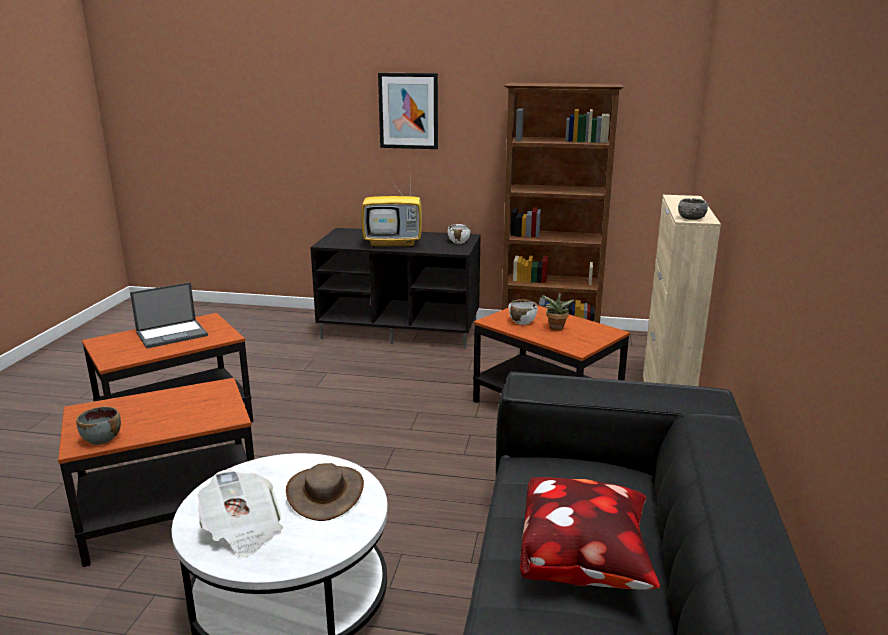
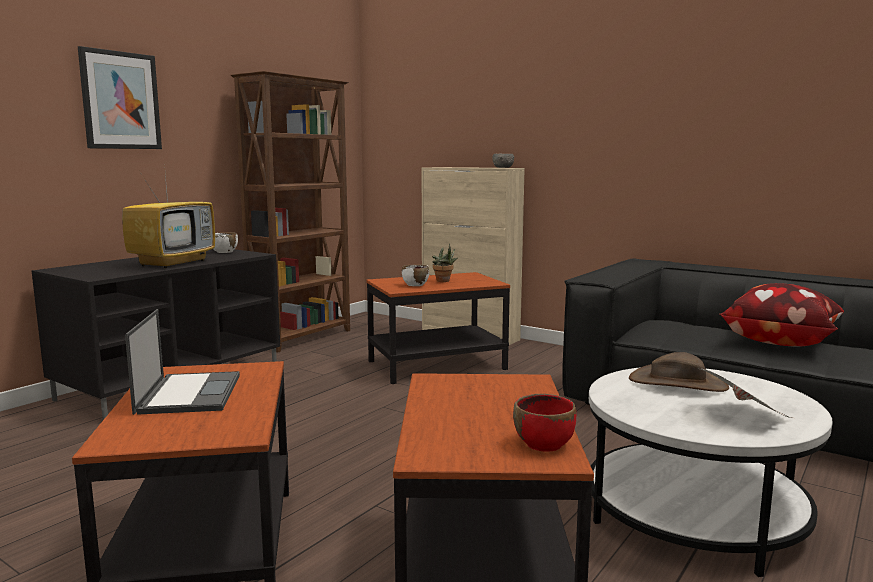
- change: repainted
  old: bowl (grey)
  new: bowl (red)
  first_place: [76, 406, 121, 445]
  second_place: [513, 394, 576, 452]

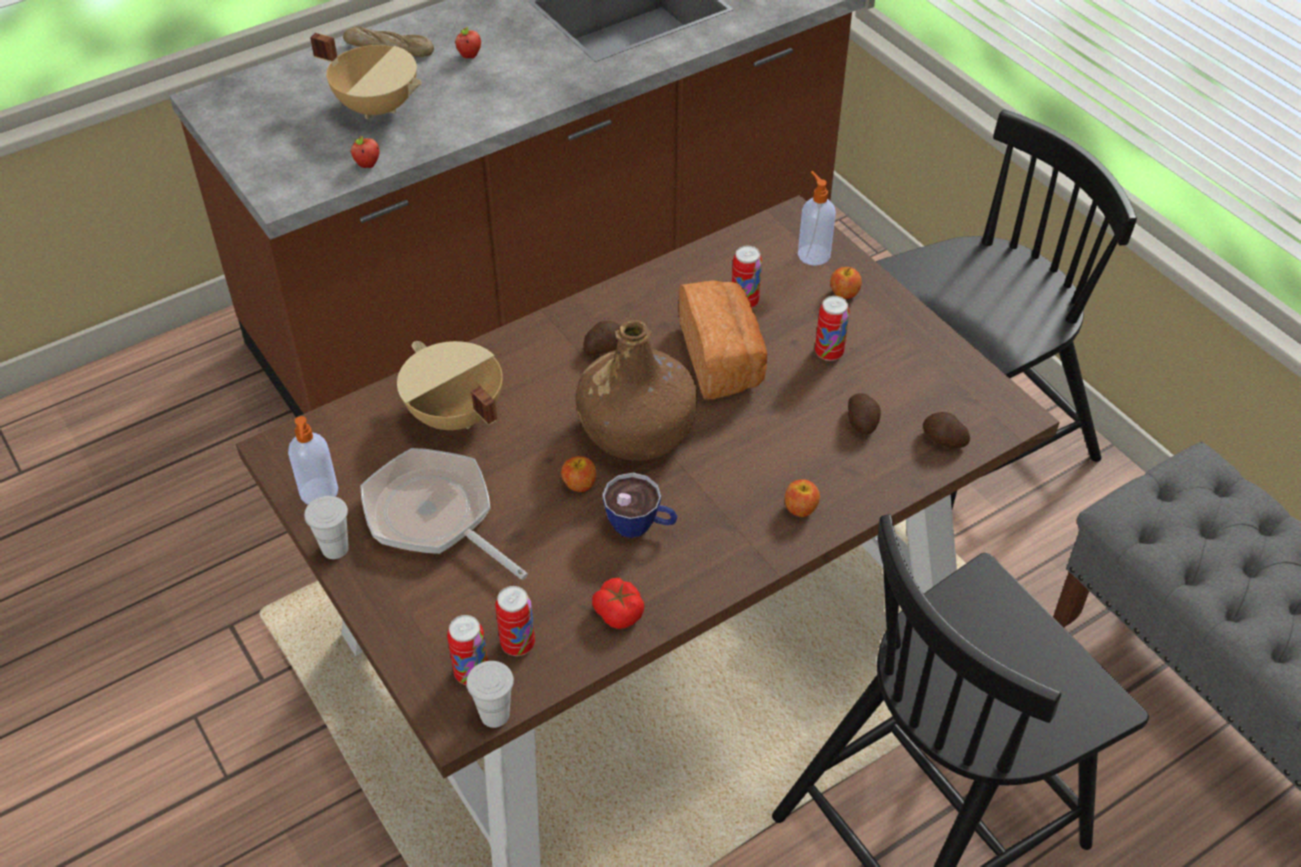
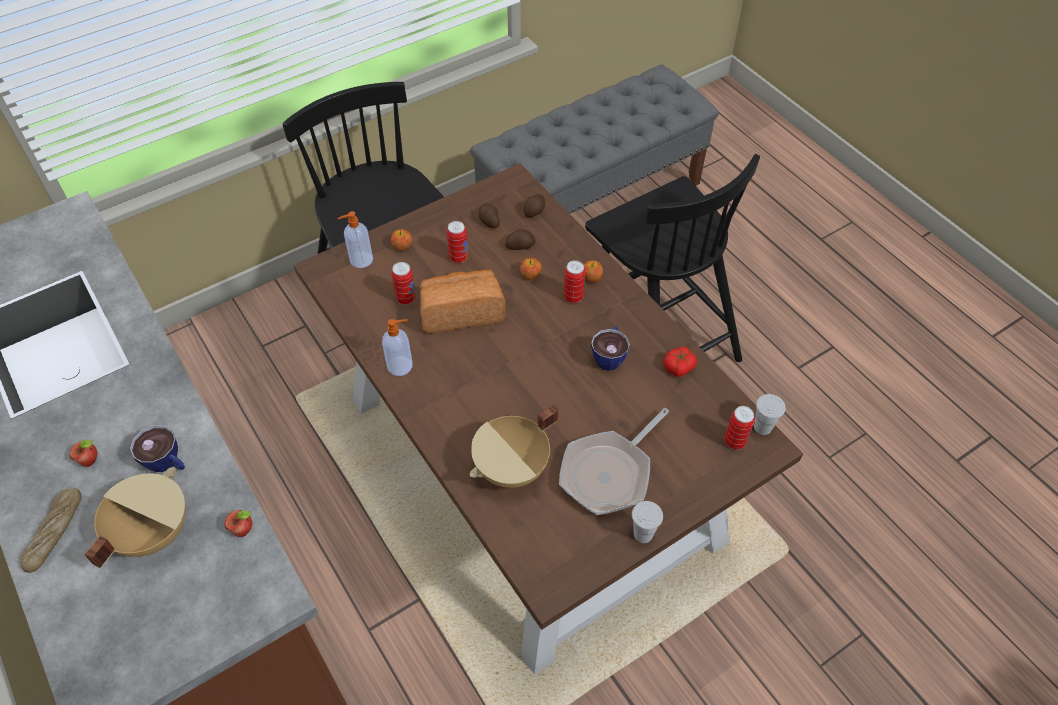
- change: shifted
  old: soap dispenser
  first_place: [288, 416, 338, 505]
  second_place: [382, 319, 413, 376]
- change: shifted
  old: can
  first_place: [495, 586, 535, 656]
  second_place: [564, 260, 585, 303]
- change: shifted
  old: apple
  first_place: [561, 456, 596, 492]
  second_place: [520, 258, 542, 280]
- change: gone
  old: bottle (brown)
  first_place: [575, 320, 697, 461]
- change: shifted
  old: potato
  first_place: [583, 321, 620, 355]
  second_place: [479, 203, 500, 228]
- change: new
  new: cup
  second_place: [130, 425, 185, 472]

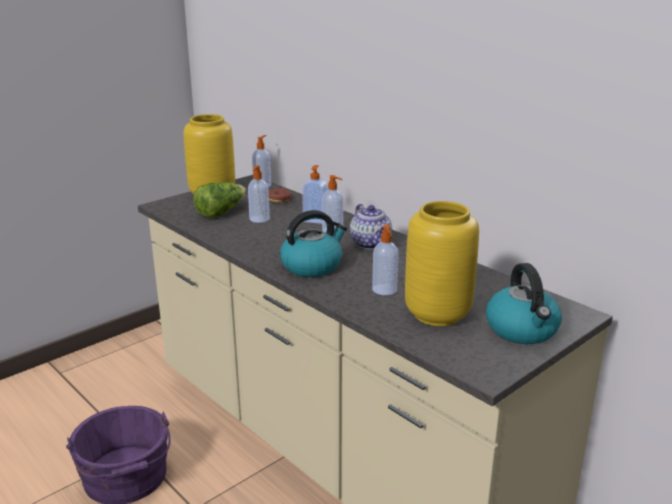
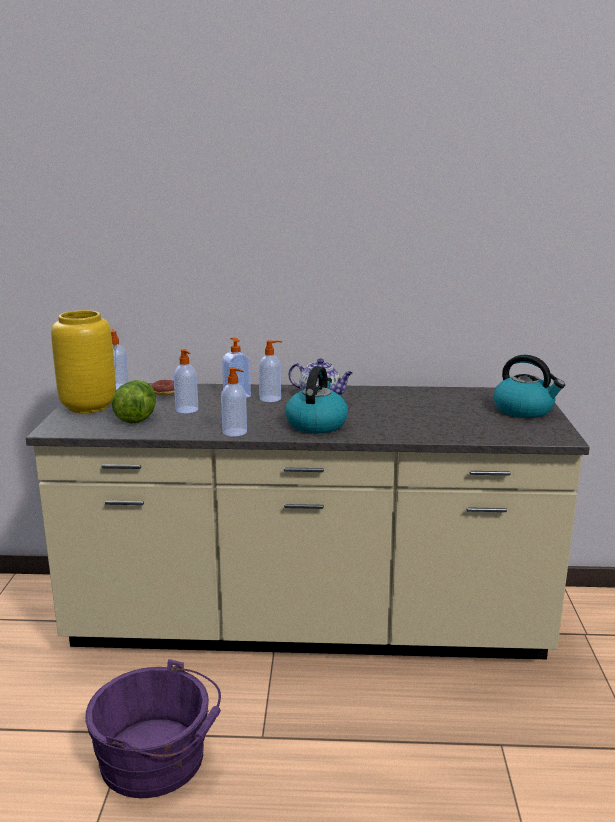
- change: shifted
  old: soap dispenser
  first_place: [372, 225, 399, 295]
  second_place: [221, 367, 247, 437]
- change: gone
  old: vase (yellow)
  first_place: [405, 201, 479, 326]

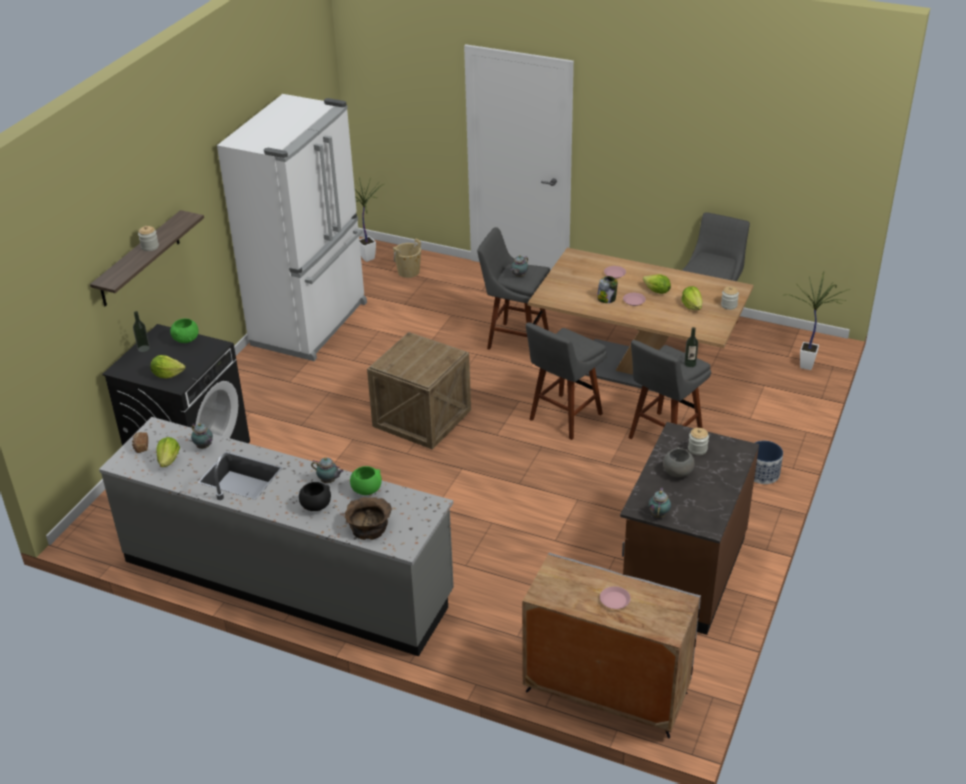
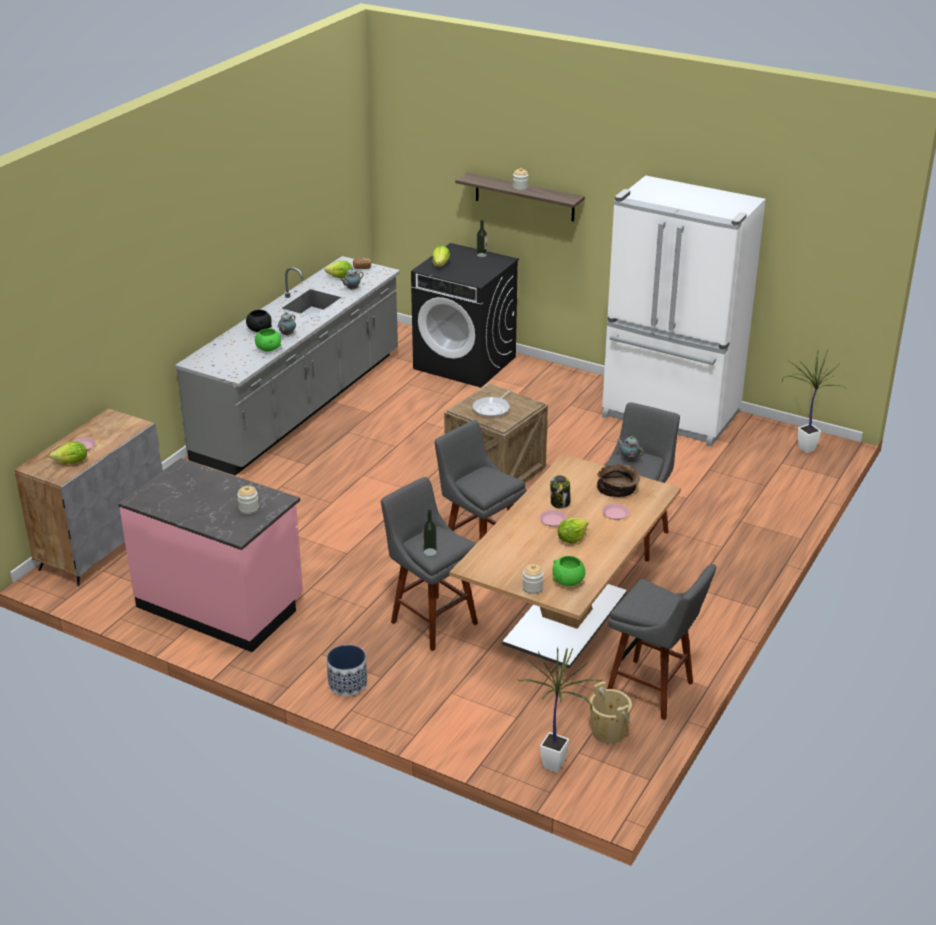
- change: shifted
  old: bowl (green)
  first_place: [170, 319, 199, 343]
  second_place: [552, 556, 586, 587]
- change: shifted
  old: bowl (brown)
  first_place: [344, 497, 392, 540]
  second_place: [597, 464, 640, 497]
- change: shifted
  old: bucket (beige)
  first_place: [393, 238, 421, 278]
  second_place: [590, 681, 632, 744]
- change: repainted
  old: counter (brown)
  new: counter (pink)
  first_place: [620, 422, 759, 635]
  second_place: [118, 458, 303, 652]
- change: gone
  old: teapot
  first_place: [648, 488, 671, 518]
- change: gone
  old: bowl (grey)
  first_place: [663, 447, 695, 477]
- change: shifted
  old: lettuce
  first_place: [681, 286, 702, 310]
  second_place: [50, 441, 87, 464]
- change: new
  new: frying pan
  second_place: [473, 390, 511, 418]

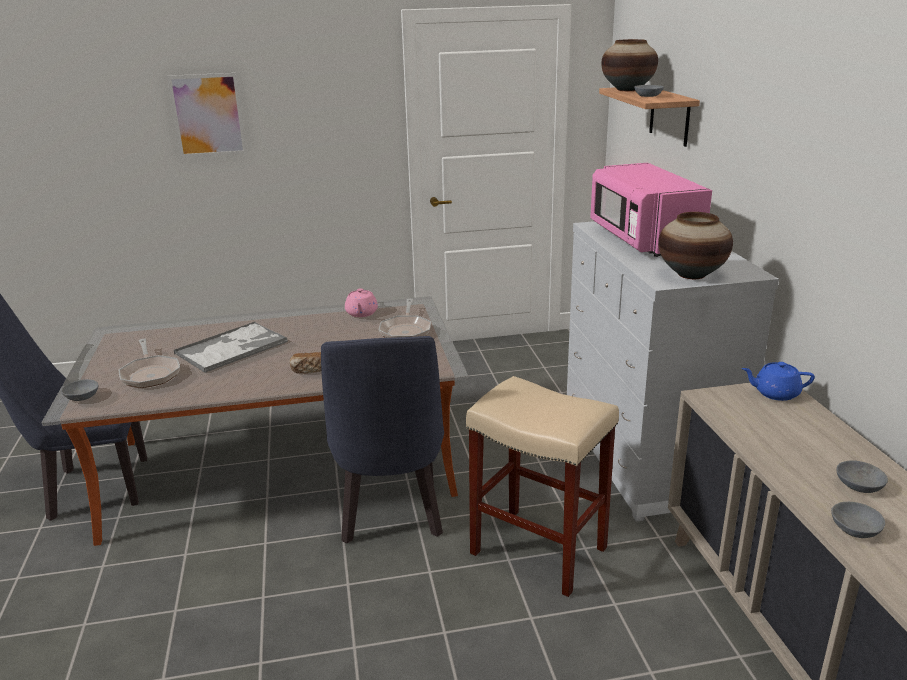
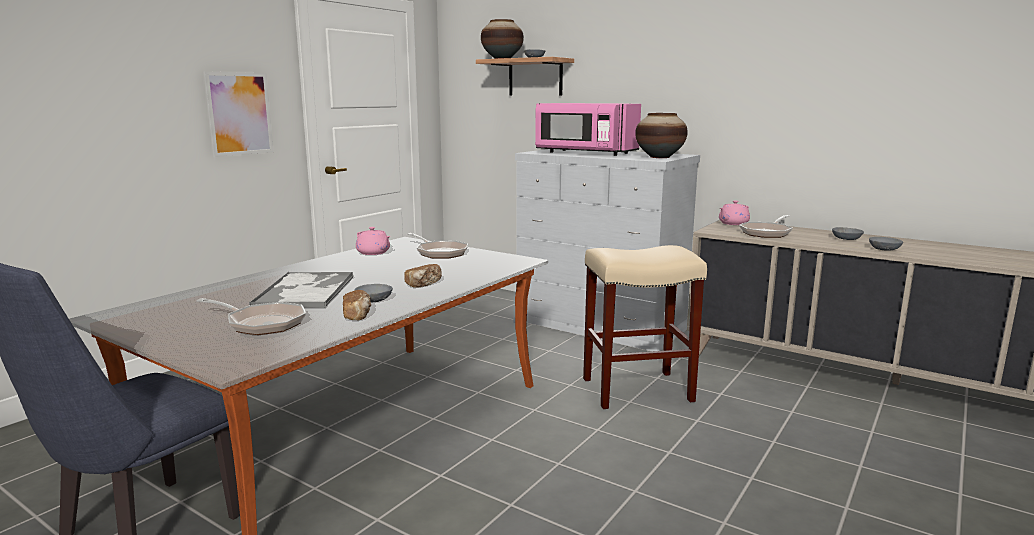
- change: shifted
  old: bowl (grey)
  first_place: [61, 379, 99, 401]
  second_place: [354, 284, 393, 302]
- change: shifted
  old: picture
  first_place: [167, 73, 247, 158]
  second_place: [203, 71, 274, 157]
- change: gone
  old: chair (blue)
  first_place: [321, 336, 444, 544]
- change: repainted
  old: teapot (blue)
  new: teapot (pink)
  first_place: [742, 362, 815, 401]
  second_place: [719, 200, 750, 225]
- change: new
  new: bread
  second_place: [343, 290, 371, 320]
- change: new
  new: frying pan
  second_place: [739, 215, 793, 238]

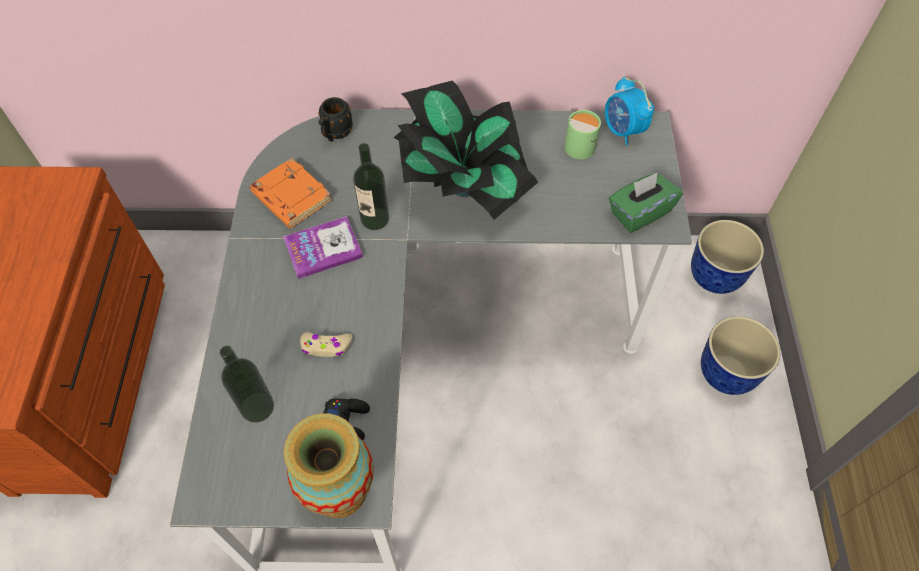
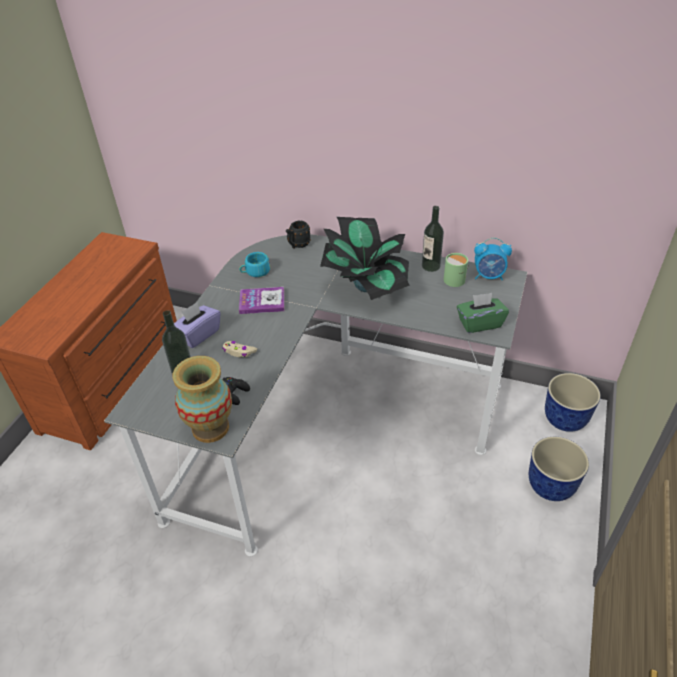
- change: swapped
  old: book (orange)
  new: cup (turquoise)
  first_place: [250, 158, 332, 228]
  second_place: [239, 252, 270, 277]
- change: shifted
  old: bottle
  first_place: [353, 143, 389, 230]
  second_place: [422, 206, 444, 272]
- change: rotated
  old: alarm clock
  first_place: [605, 76, 654, 146]
  second_place: [474, 238, 512, 281]
  degrees: -75
- change: new
  new: tissue box (purple)
  second_place: [174, 302, 221, 348]

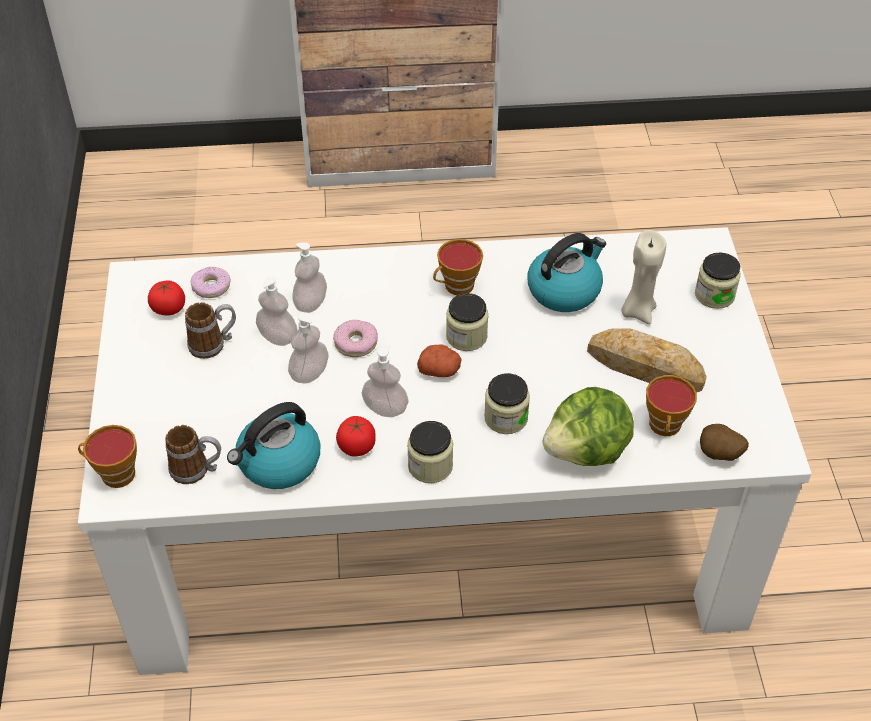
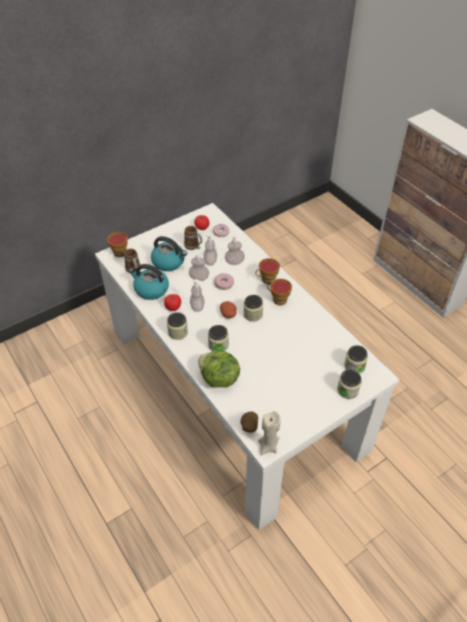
- change: shifted
  old: kettle
  first_place: [527, 233, 606, 312]
  second_place: [151, 236, 187, 271]
- change: gone
  old: bread
  first_place: [587, 328, 707, 393]
- change: shifted
  old: candle (beige)
  first_place: [621, 230, 666, 324]
  second_place: [258, 411, 280, 455]
- change: shifted
  old: cup
  first_place: [646, 375, 697, 436]
  second_place: [255, 258, 280, 284]
- change: new
  new: jar
  second_place: [344, 345, 368, 374]

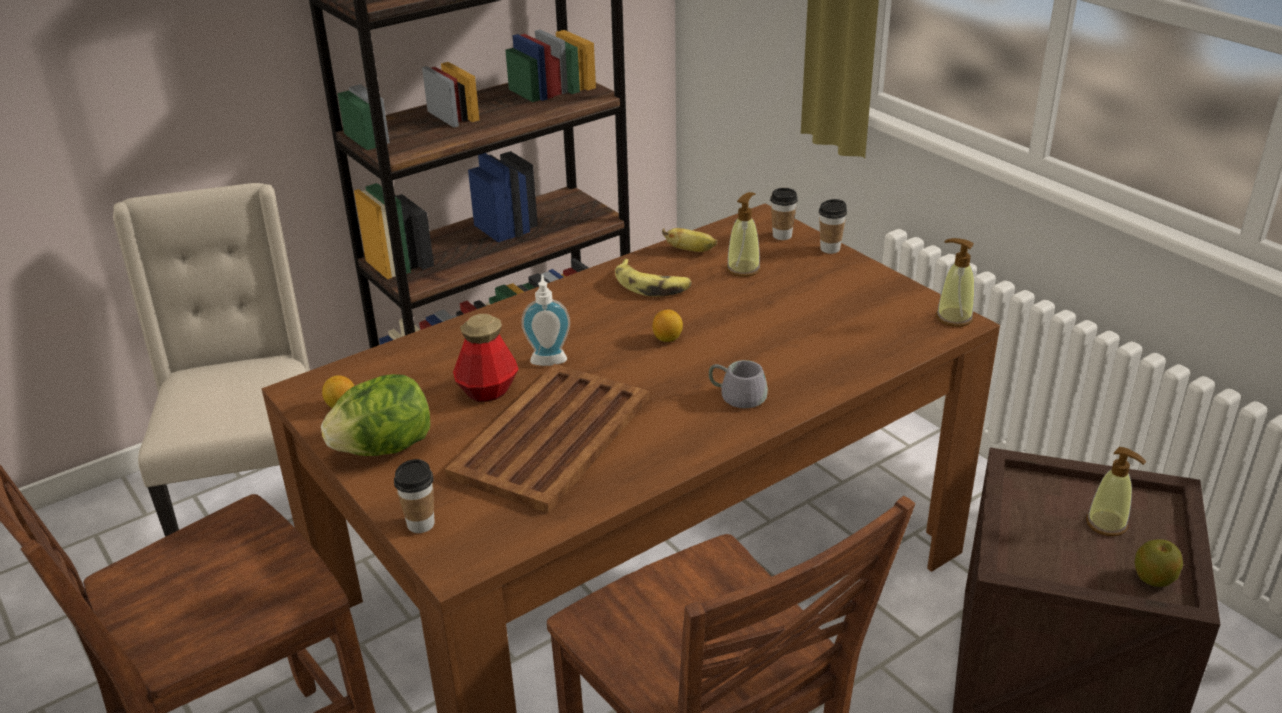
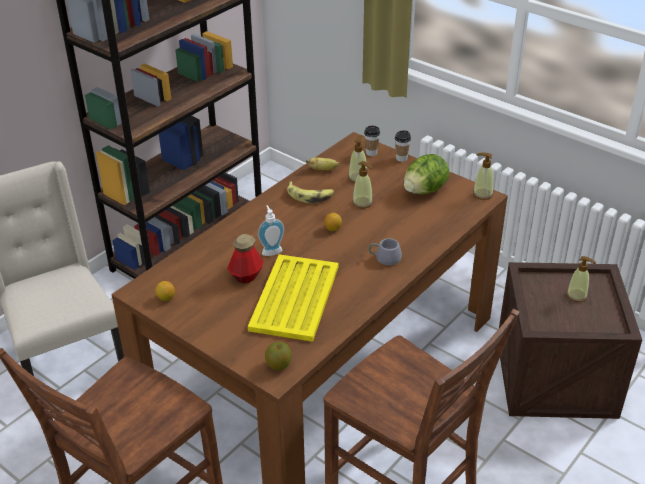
- change: shifted
  old: lettuce
  first_place: [321, 374, 430, 456]
  second_place: [404, 154, 450, 194]
- change: gone
  old: cup
  first_place: [394, 459, 435, 533]
- change: repainted
  old: tray (brown)
  new: tray (yellow)
  first_place: [445, 364, 649, 513]
  second_place: [248, 254, 338, 342]
- change: shifted
  old: apple
  first_place: [1135, 539, 1183, 587]
  second_place: [265, 342, 291, 370]
- change: new
  new: soap dispenser
  second_place: [352, 161, 373, 208]

